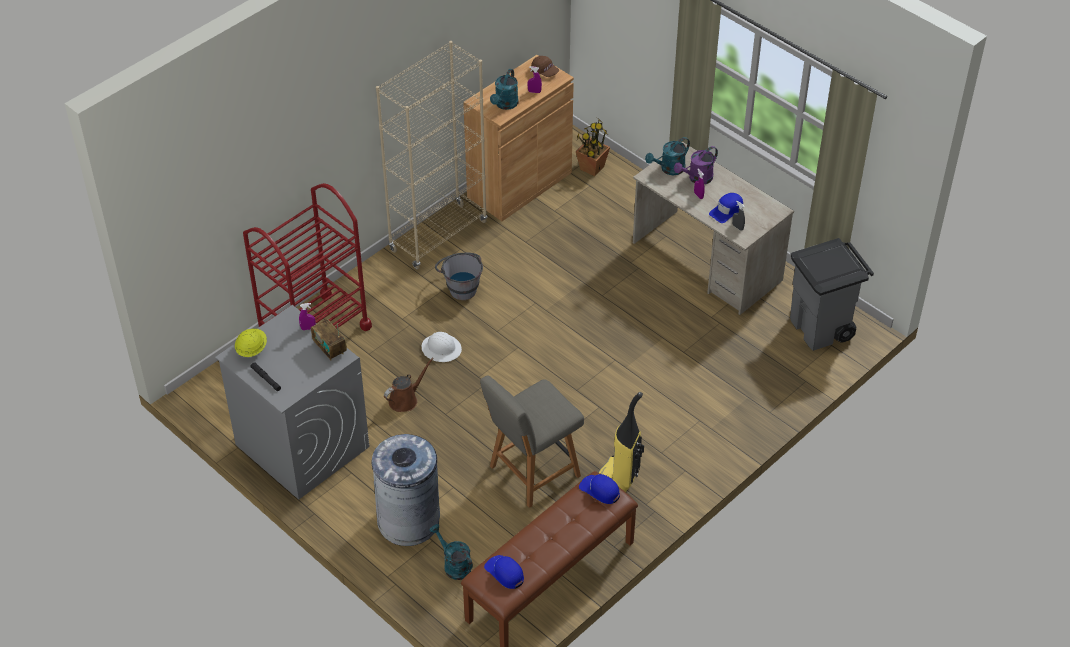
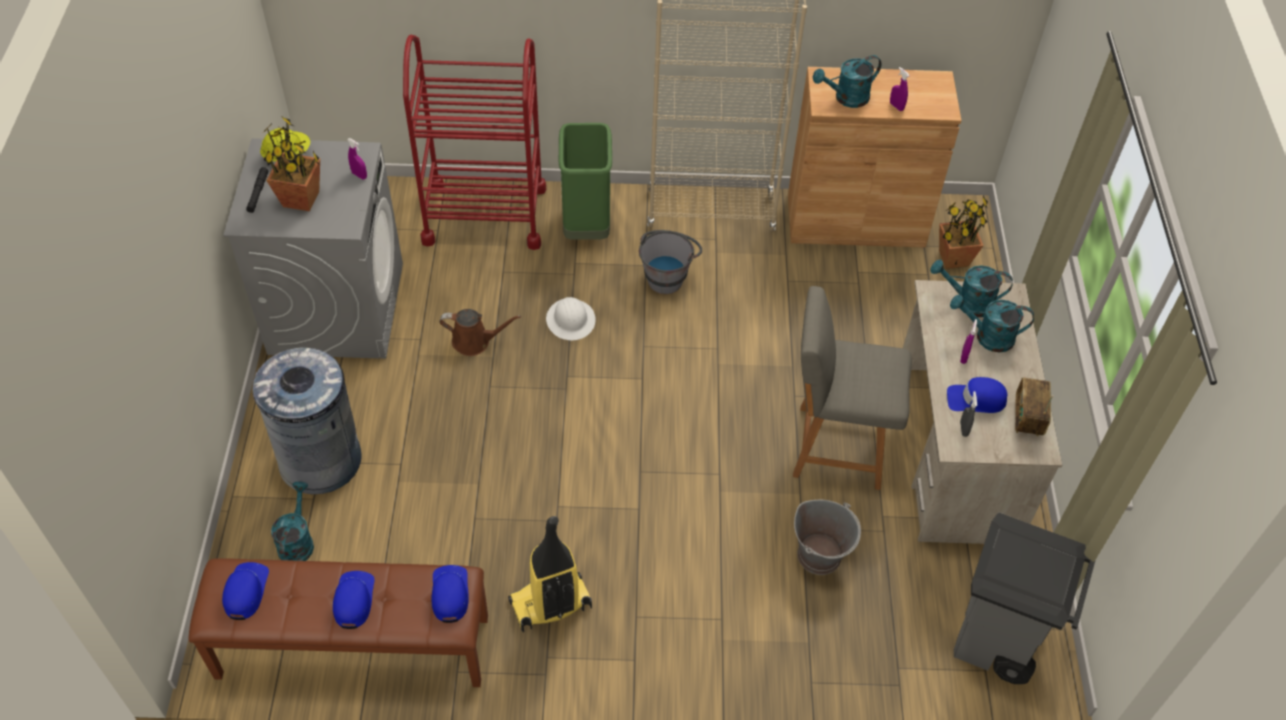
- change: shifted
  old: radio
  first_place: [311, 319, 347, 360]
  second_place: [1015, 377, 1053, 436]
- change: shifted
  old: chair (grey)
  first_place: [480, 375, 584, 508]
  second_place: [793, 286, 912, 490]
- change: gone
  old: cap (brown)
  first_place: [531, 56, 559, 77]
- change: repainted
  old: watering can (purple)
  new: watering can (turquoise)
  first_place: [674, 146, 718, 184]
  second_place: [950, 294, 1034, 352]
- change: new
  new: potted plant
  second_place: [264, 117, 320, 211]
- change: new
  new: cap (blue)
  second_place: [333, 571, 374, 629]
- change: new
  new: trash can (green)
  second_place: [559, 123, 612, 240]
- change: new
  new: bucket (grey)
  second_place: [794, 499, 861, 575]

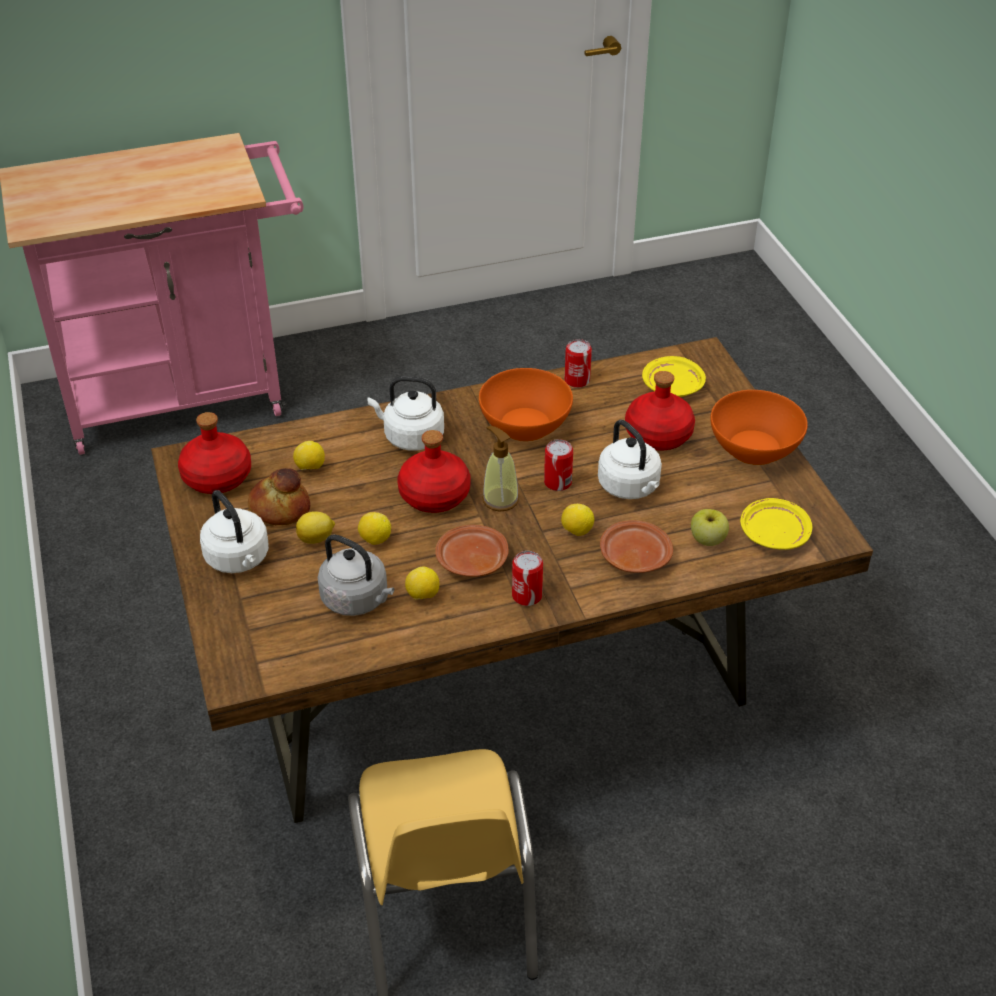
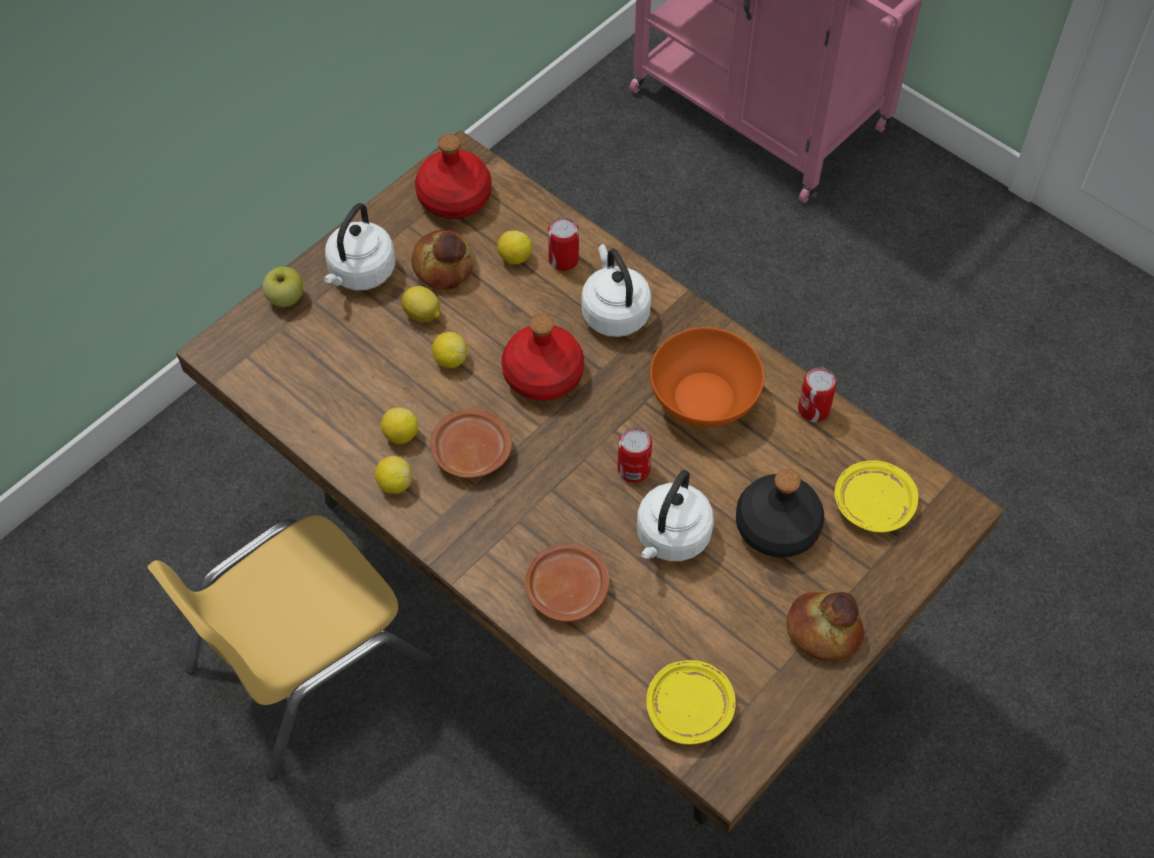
- change: gone
  old: kettle (grey)
  first_place: [318, 534, 394, 616]
- change: gone
  old: soap dispenser
  first_place: [482, 426, 519, 511]
- change: shifted
  old: can
  first_place: [512, 551, 543, 606]
  second_place: [548, 217, 579, 271]
- change: shifted
  old: lemon
  first_place: [561, 504, 594, 536]
  second_place: [375, 456, 412, 494]
- change: repainted
  old: bottle (red)
  new: bottle (black)
  first_place: [625, 371, 695, 450]
  second_place: [736, 469, 824, 558]
- change: shifted
  old: apple
  first_place: [691, 509, 729, 546]
  second_place: [262, 267, 303, 307]
- change: swapped
  old: bowl (orange)
  new: bread
  first_place: [710, 390, 808, 465]
  second_place: [787, 591, 864, 661]

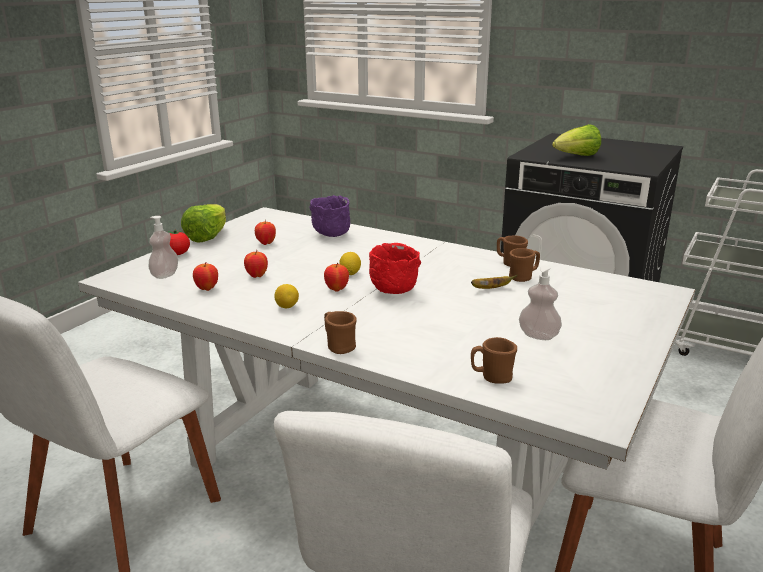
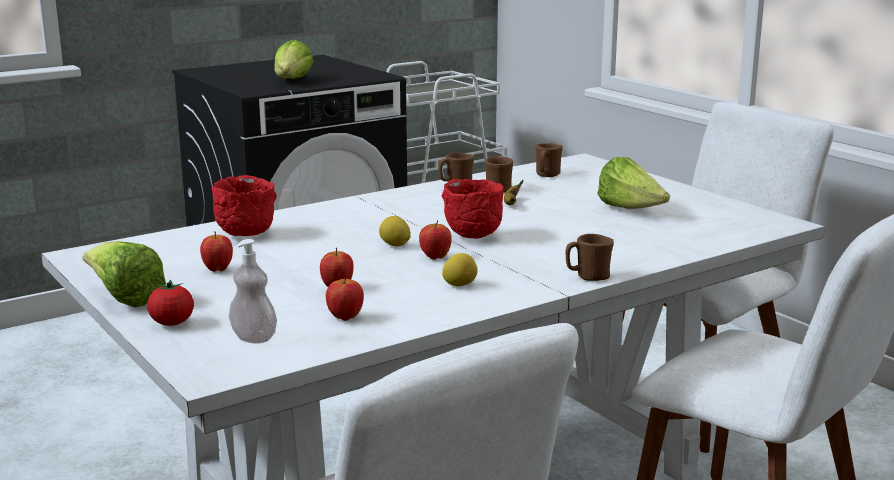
- change: repainted
  old: bowl (purple)
  new: bowl (red)
  first_place: [309, 195, 350, 237]
  second_place: [212, 175, 277, 236]
- change: shifted
  old: mug (brown)
  first_place: [471, 337, 517, 384]
  second_place: [536, 143, 563, 177]
- change: swapped
  old: soap dispenser
  new: lettuce
  first_place: [519, 266, 562, 340]
  second_place: [598, 157, 670, 209]

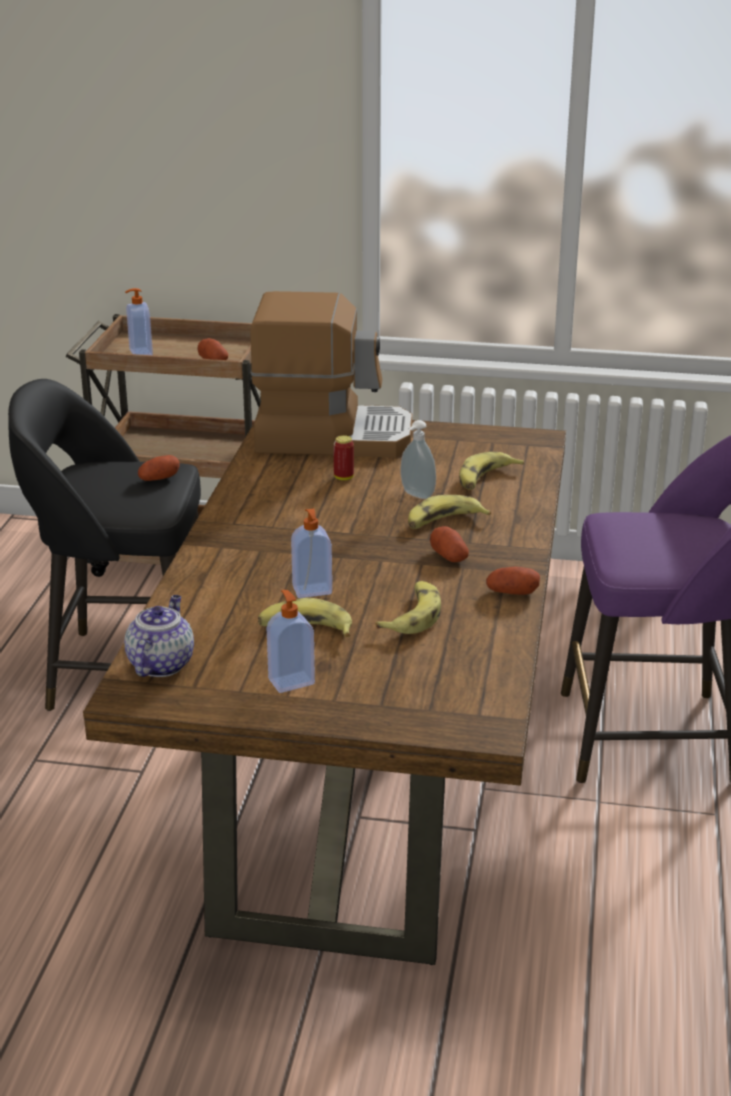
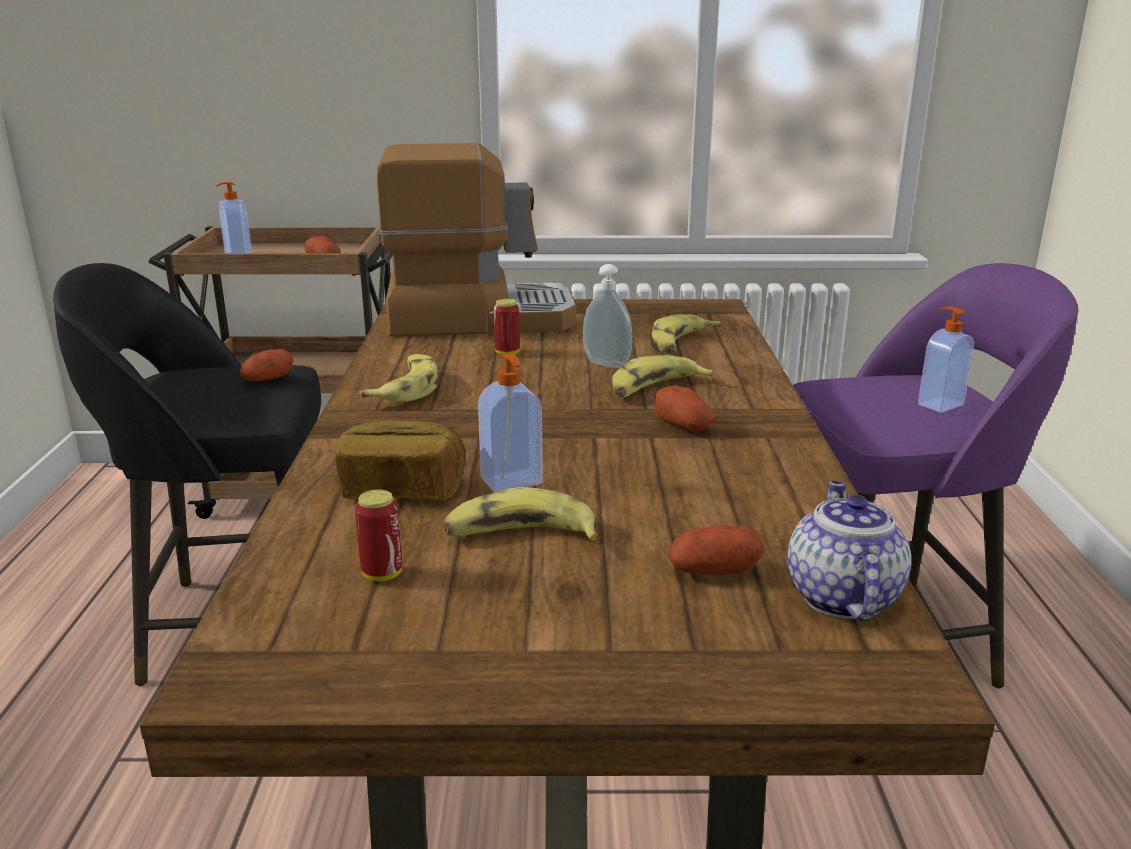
- change: shifted
  old: teapot
  first_place: [124, 595, 194, 677]
  second_place: [788, 481, 912, 621]
- change: shifted
  old: soap dispenser
  first_place: [267, 590, 315, 693]
  second_place: [918, 306, 974, 413]
- change: shifted
  old: banana
  first_place: [375, 581, 441, 634]
  second_place: [359, 354, 438, 402]
- change: shifted
  old: potato
  first_place: [486, 566, 540, 595]
  second_place: [668, 525, 764, 575]
- change: new
  new: bread
  second_place: [334, 420, 466, 501]
- change: new
  new: can
  second_place: [355, 489, 402, 582]

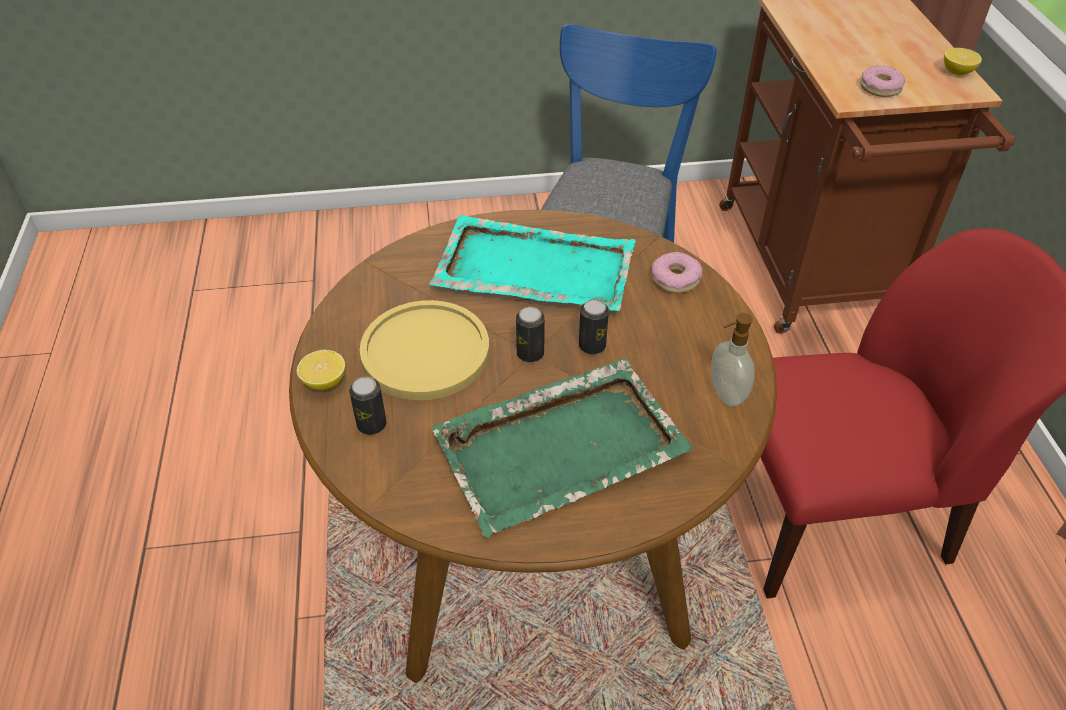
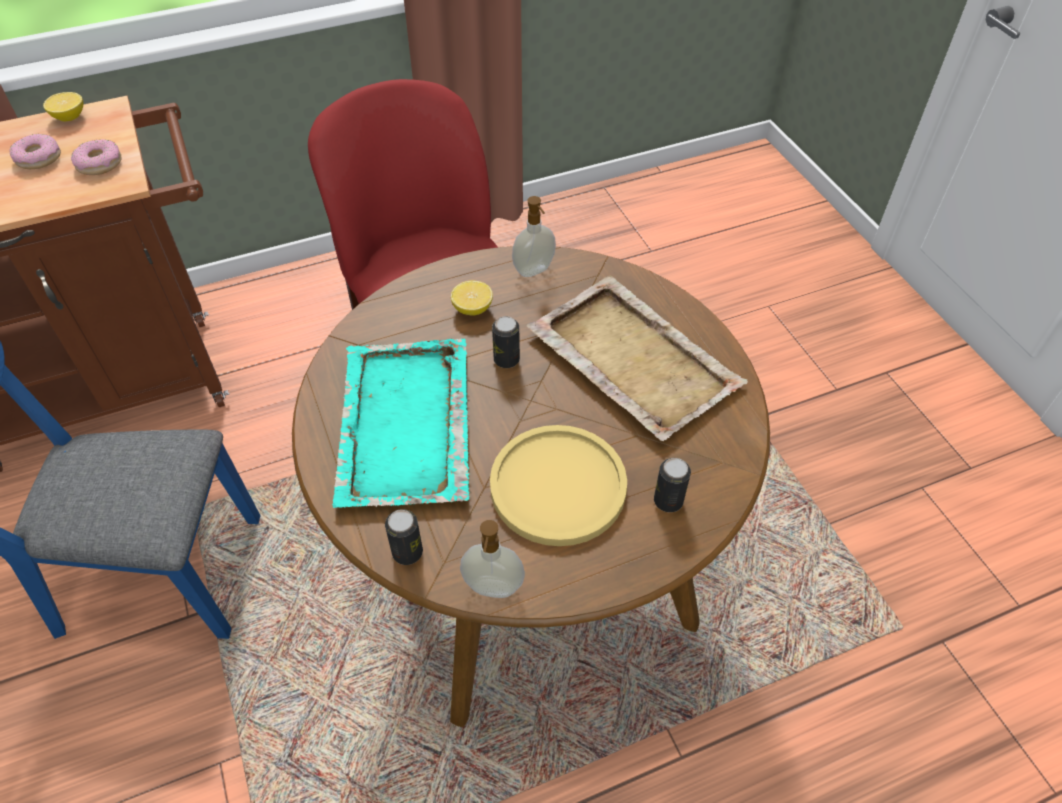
- change: shifted
  old: lemon
  first_place: [297, 350, 345, 390]
  second_place: [451, 281, 493, 316]
- change: repainted
  old: tray (green)
  new: tray (beige)
  first_place: [431, 358, 693, 538]
  second_place: [527, 276, 748, 441]
- change: shifted
  old: can
  first_place: [516, 307, 545, 362]
  second_place: [385, 509, 423, 565]
- change: shifted
  old: donut
  first_place: [652, 252, 702, 293]
  second_place: [9, 134, 61, 169]
- change: new
  new: soap dispenser
  second_place: [460, 520, 525, 598]

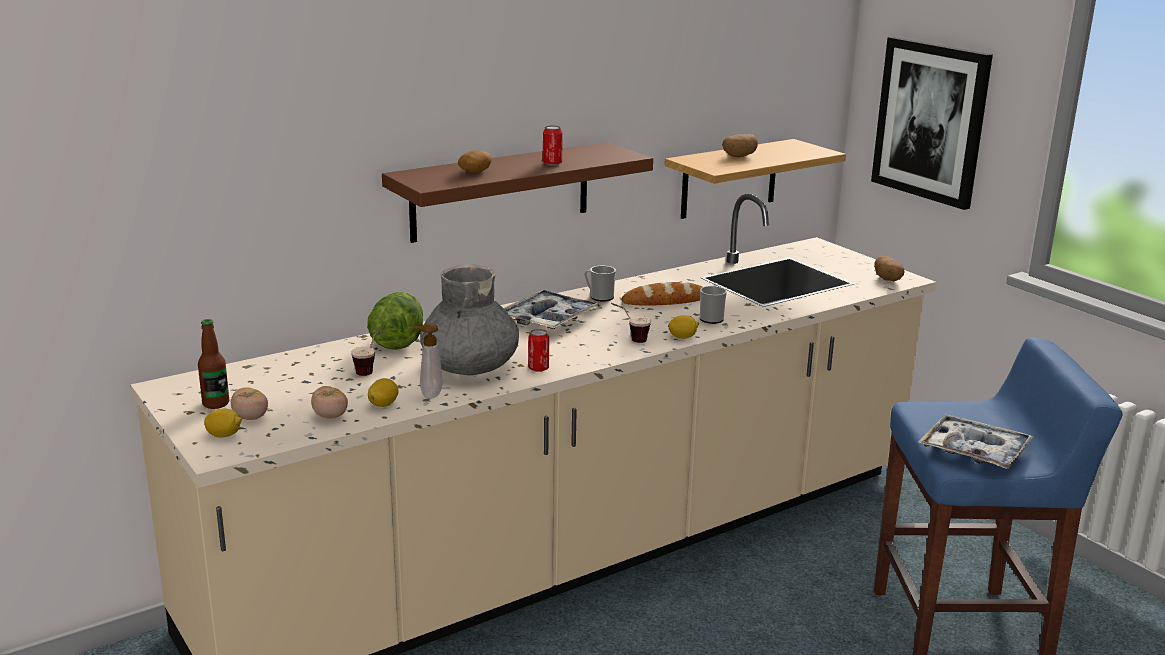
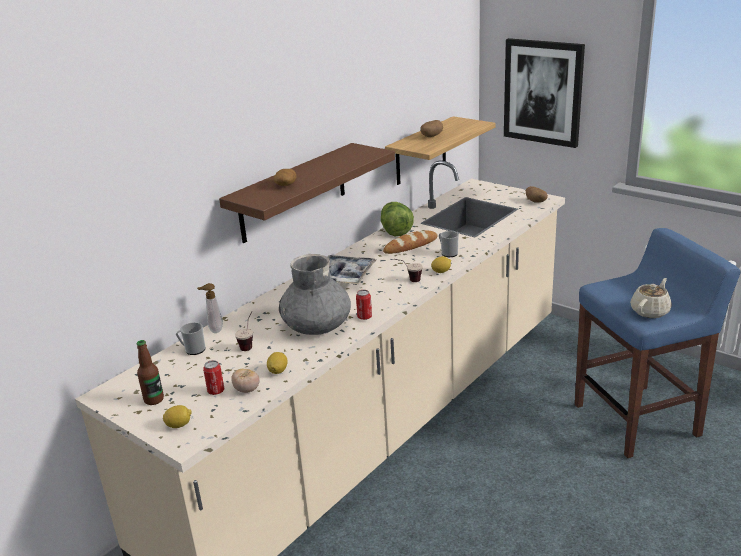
- change: gone
  old: tomato
  first_place: [231, 387, 268, 420]
- change: shifted
  old: lettuce
  first_place: [367, 292, 423, 350]
  second_place: [381, 202, 414, 236]
- change: shifted
  old: soap dispenser
  first_place: [413, 323, 443, 399]
  second_place: [197, 283, 223, 333]
- change: shifted
  old: can
  first_place: [543, 125, 563, 166]
  second_place: [203, 360, 224, 395]
- change: shifted
  old: mug
  first_place: [584, 266, 616, 302]
  second_place: [176, 322, 206, 355]
- change: swapped
  old: tray
  new: teapot (beige)
  first_place: [918, 414, 1033, 469]
  second_place: [630, 278, 672, 318]

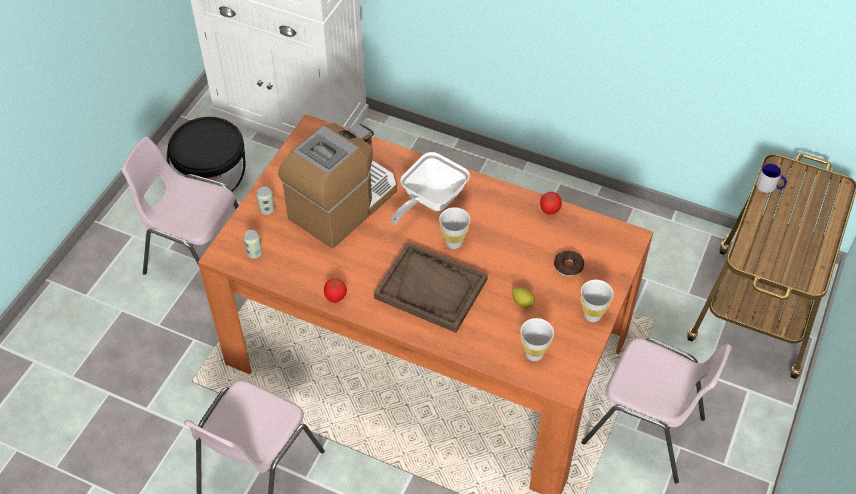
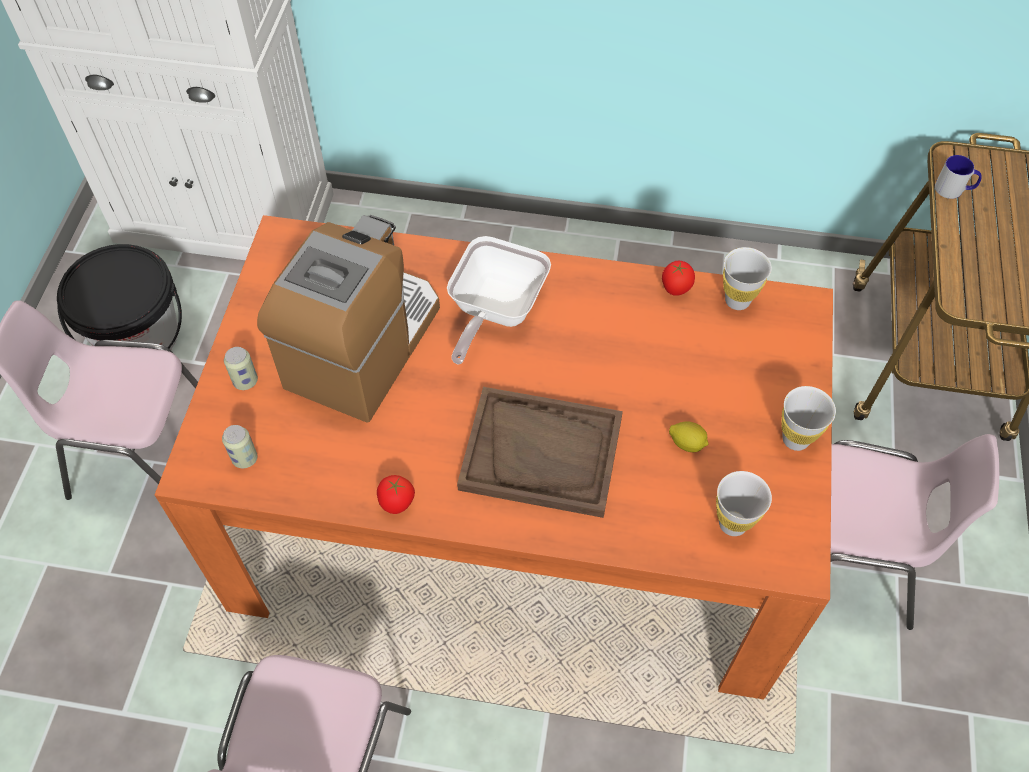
- change: shifted
  old: cup (white)
  first_place: [439, 207, 470, 249]
  second_place: [723, 247, 772, 310]
- change: gone
  old: donut
  first_place: [554, 251, 584, 277]

